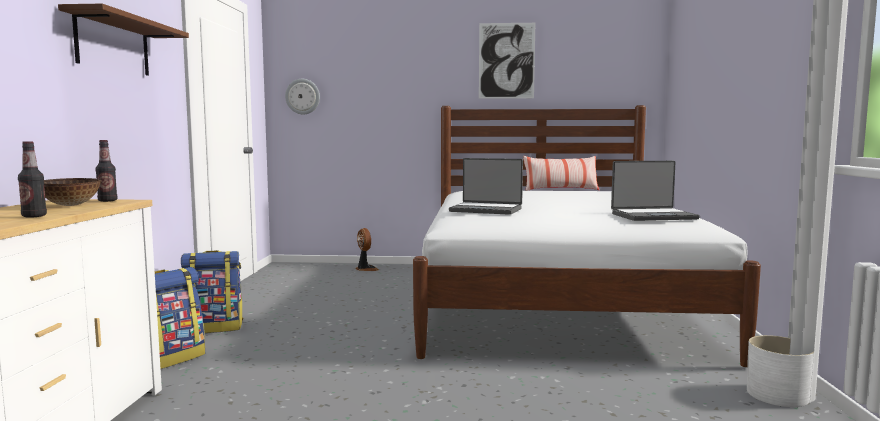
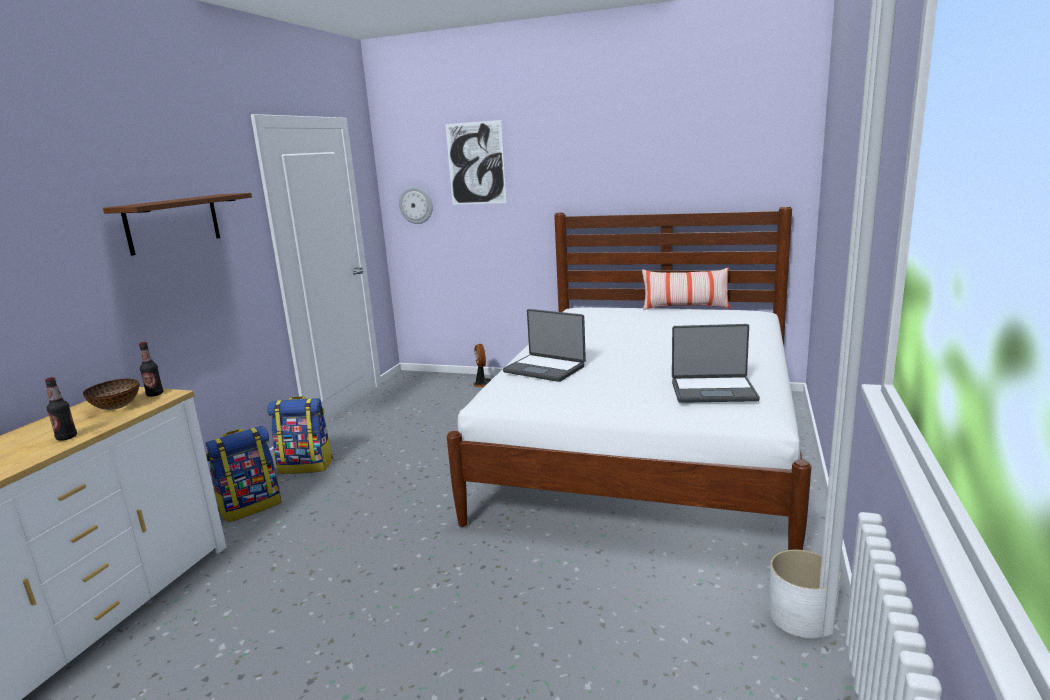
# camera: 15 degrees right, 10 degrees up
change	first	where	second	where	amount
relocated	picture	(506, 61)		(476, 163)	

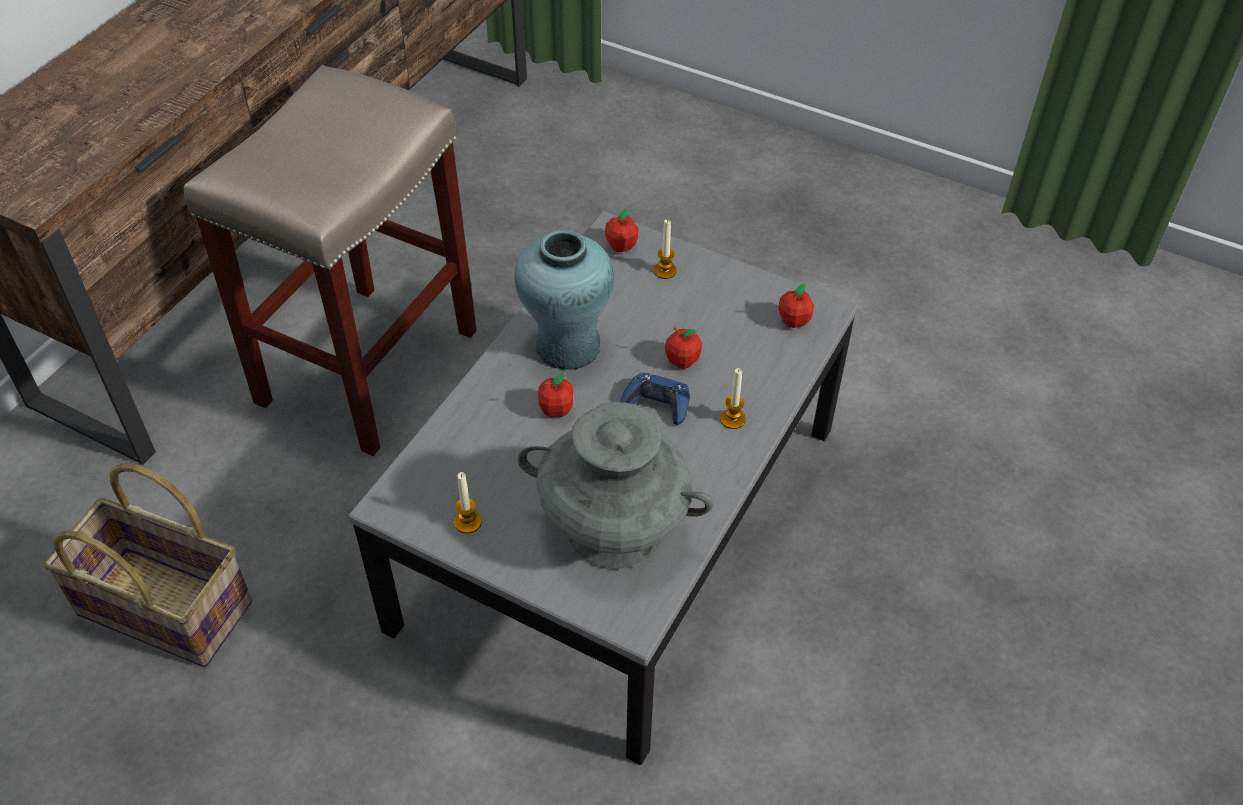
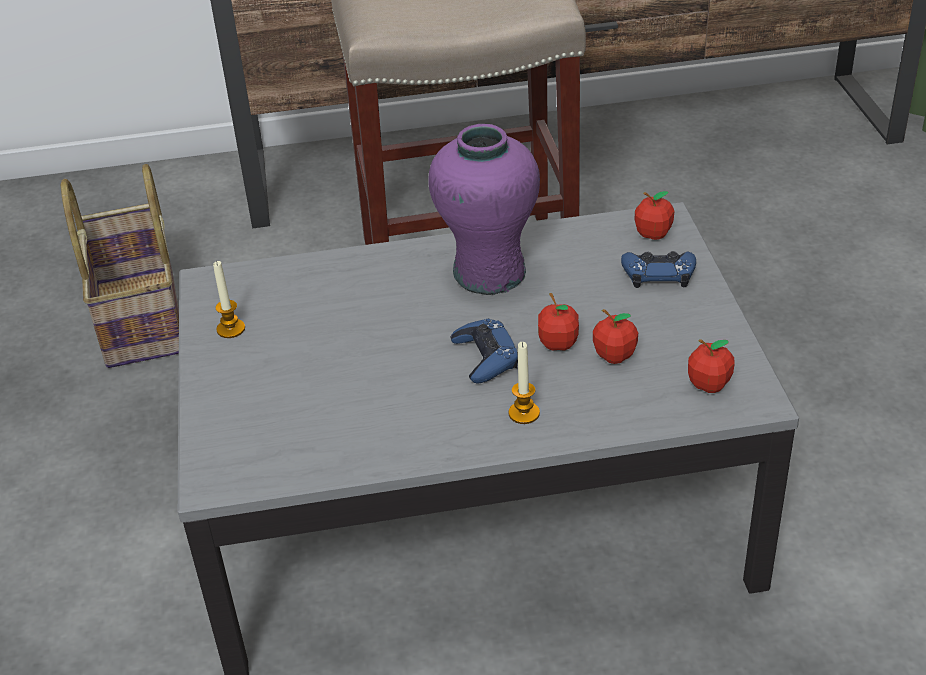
# camera: 55 degrees right, 10 degrees down
change	first	where	second	where	amount
colour	flower vase/blue-green	(568, 346)	flower vase/purple	(489, 272)	
missing	flower vase/grey	(614, 528)			
relocated	apple	(556, 409)		(614, 356)	
exchanged	candle	(665, 271)	gamepad/blue-coloured	(658, 274)	

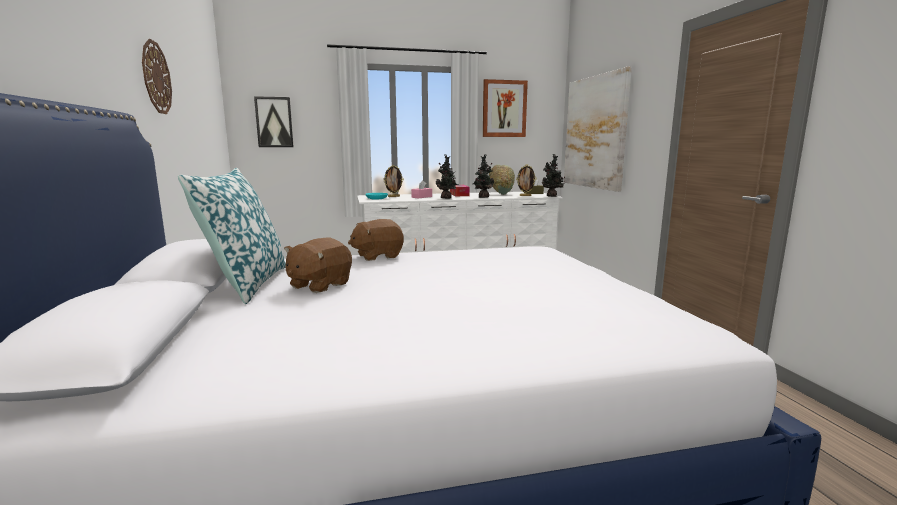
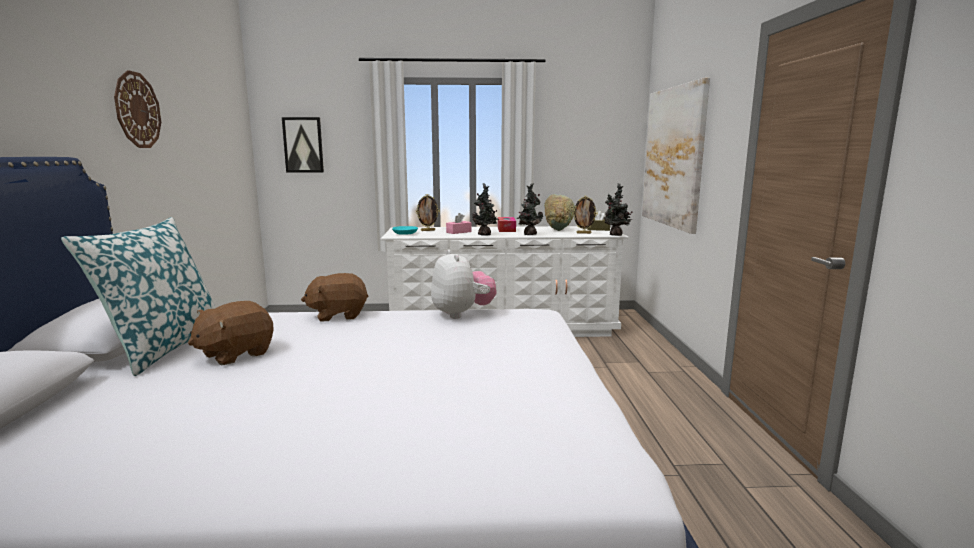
# camera: 10 degrees right, 0 degrees up
change	first	where	second	where	amount
missing	picture	(504, 109)			
appeared			plush toy	(462, 314)	

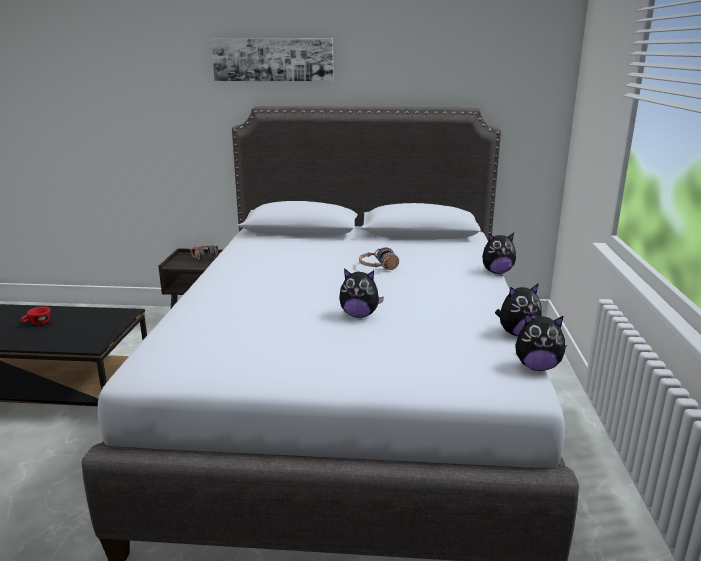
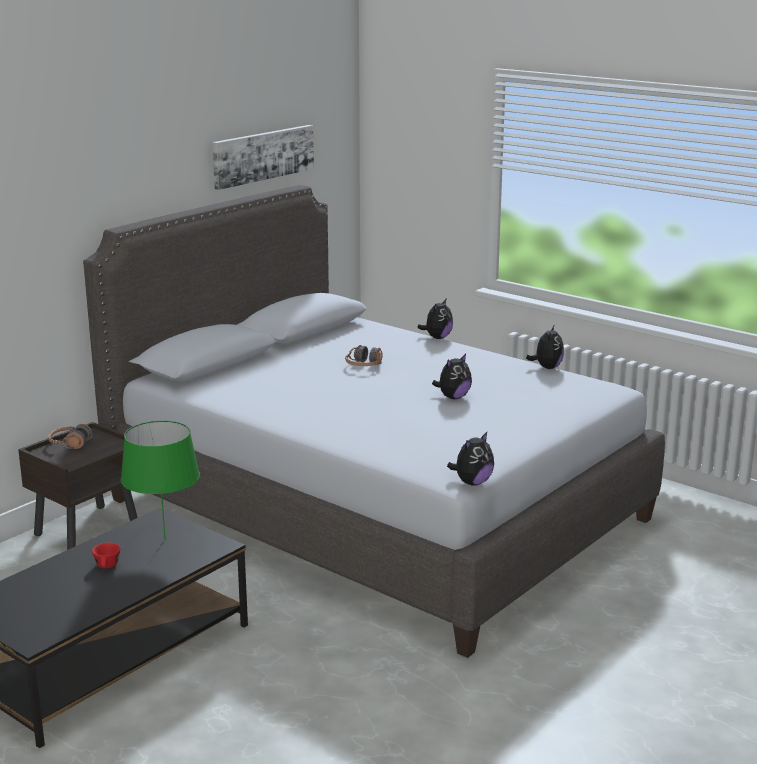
# camera: 55 degrees left, 0 degrees up
change	first	where	second	where	amount
relocated	picture	(273, 59)		(263, 155)	
relocated	plush toy	(537, 367)		(472, 482)	
appeared			tabletop lamp/green	(165, 539)	

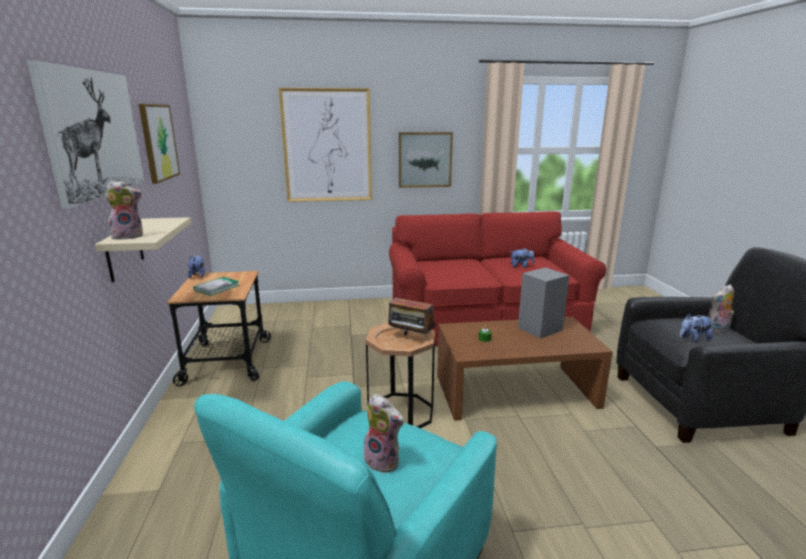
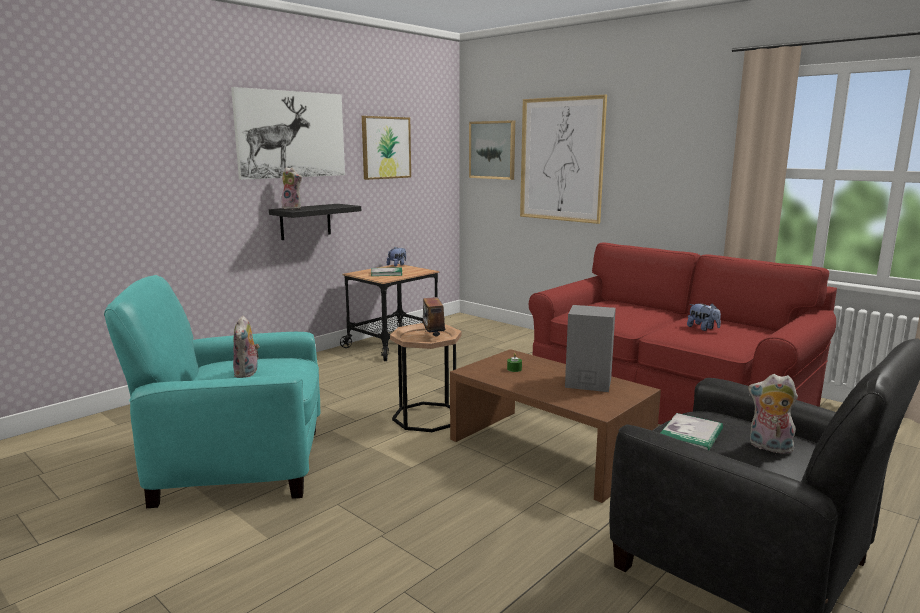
# camera: 50 degrees right, 5 degrees down
change	first	where	second	where	amount
colour	bracket shelf/beige-coloured	(124, 250)	bracket shelf/blackish	(305, 221)	
relocated	picture	(425, 159)		(492, 150)	
exchanged	plush toy	(693, 339)	book	(691, 436)	

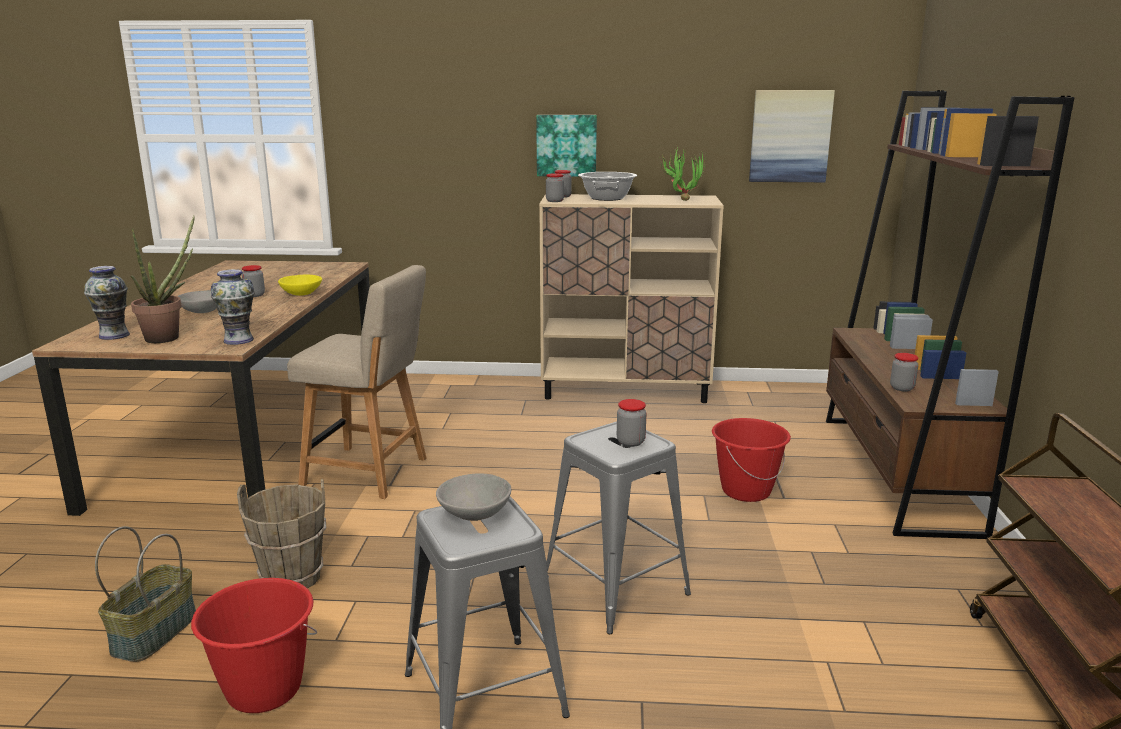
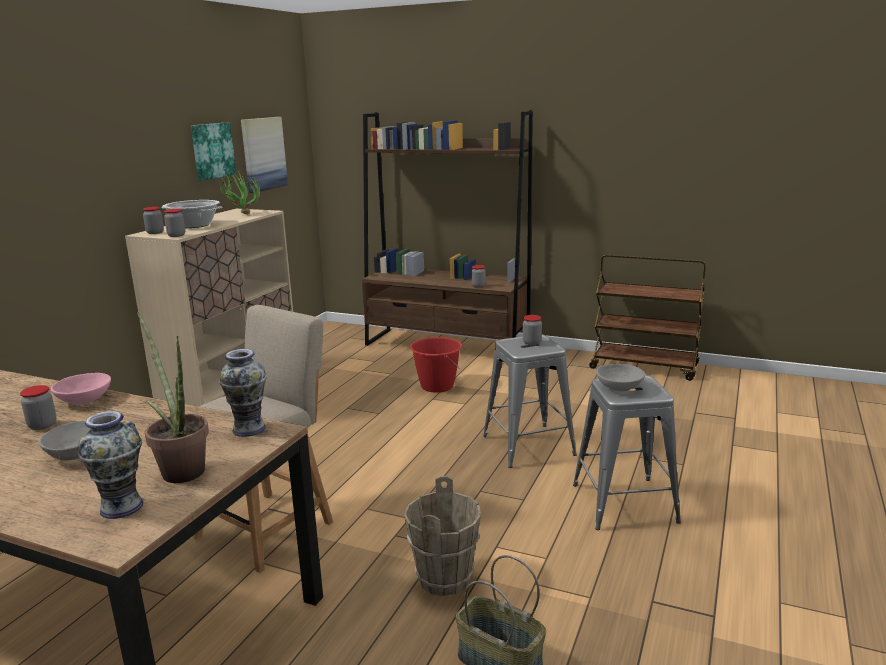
# camera: 70 degrees left, 0 degrees up
change	first	where	second	where	amount
missing	water bucket/red	(264, 690)			
colour	deep dish/yellow	(301, 294)	deep dish/pink	(84, 400)	
relocated	picture	(566, 145)		(212, 150)	

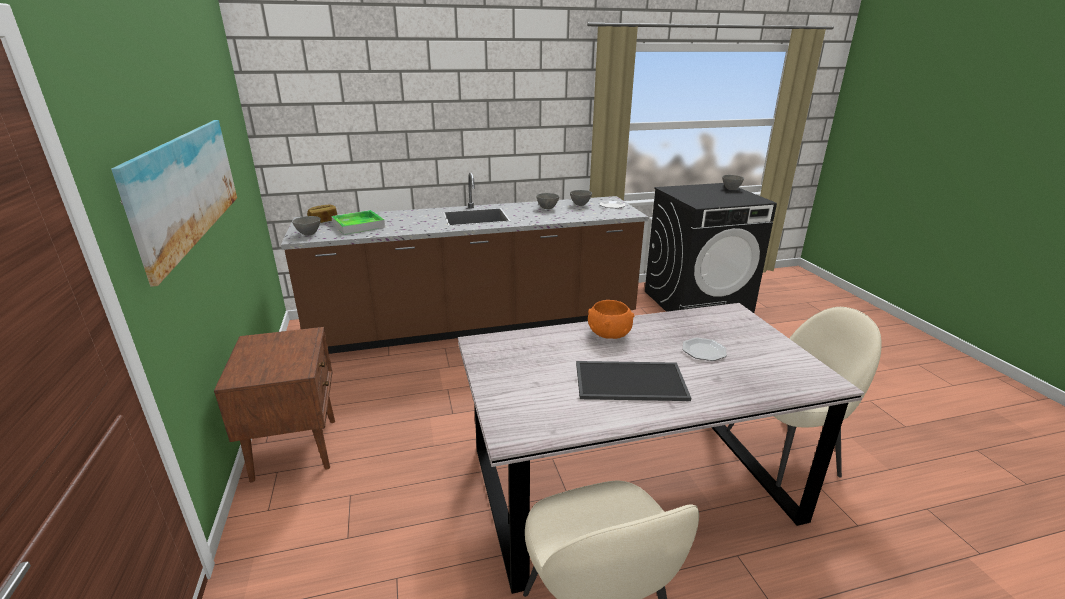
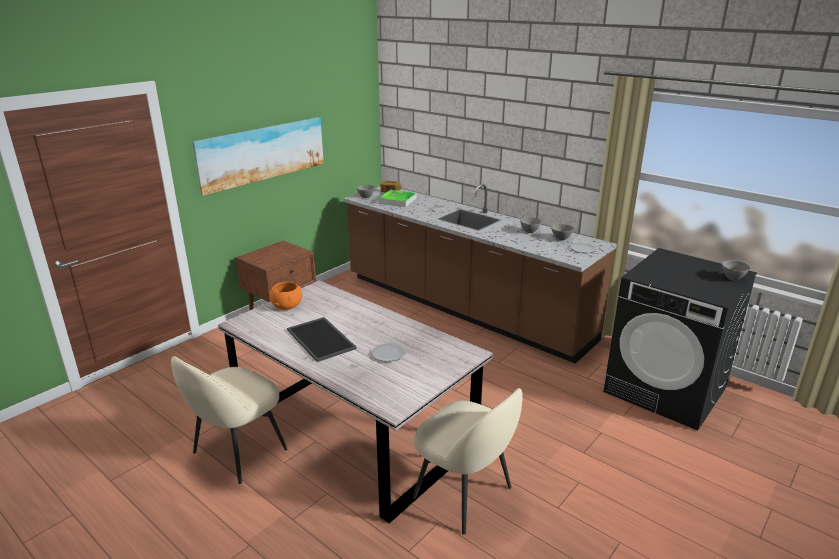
# camera: 55 degrees right, 0 degrees up
change	first	where	second	where	amount
relocated	deep dish/orange-coloured	(609, 333)		(287, 306)	

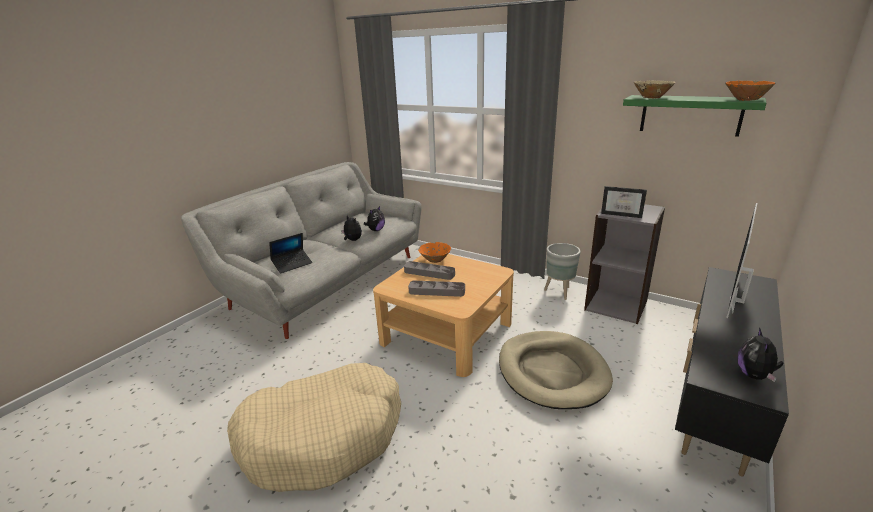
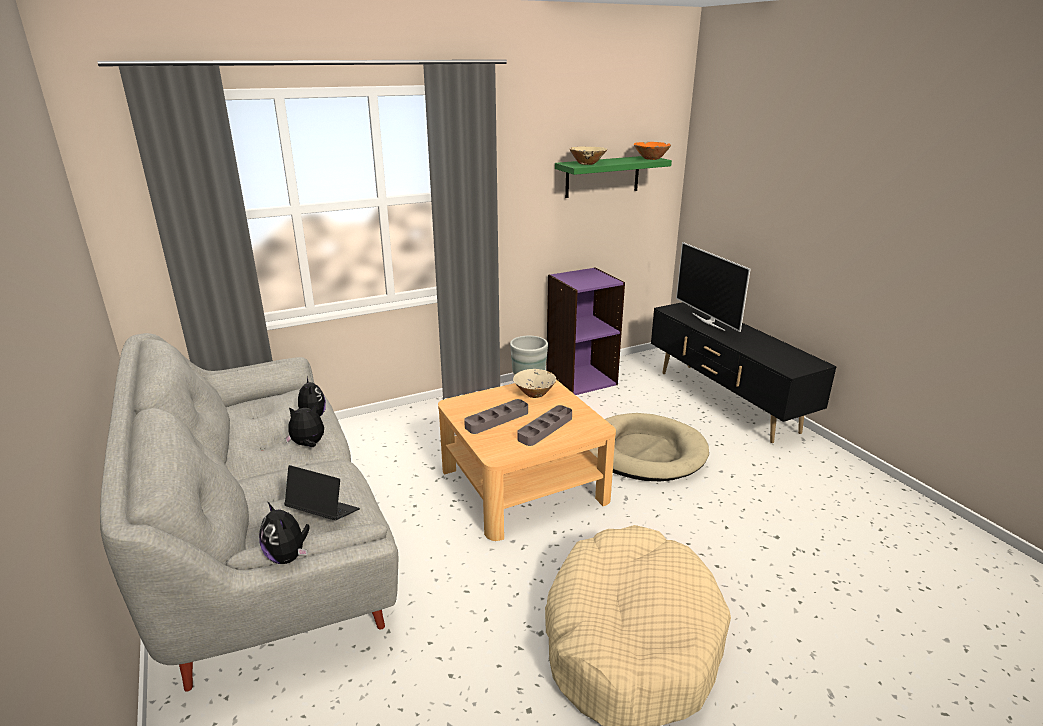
# camera: 60 degrees left, 0 degrees up
change	first	where	second	where	amount
spun	portable computer	(292, 264)		(323, 513)	60 degrees counterclockwise
missing	deep dish/orange-coloured	(435, 260)			
colour	bookshelf/grey	(616, 305)	bookshelf/purple	(581, 379)	
missing	photo frame	(622, 214)			
relocated	plush toy	(754, 375)		(288, 556)	
appeared			deep dish/beige-coloured	(534, 393)	

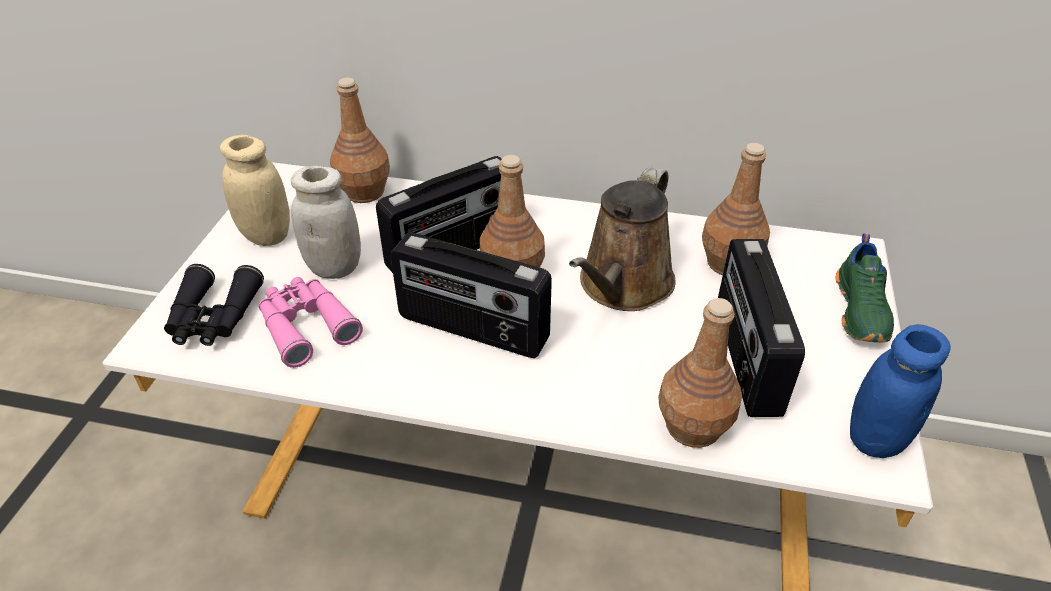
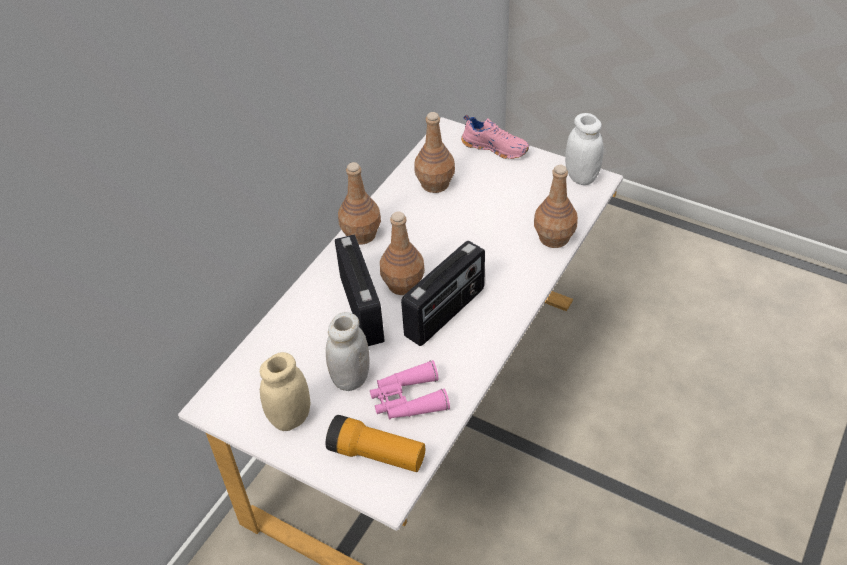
# camera: 70 degrees left, 5 degrees up
change	first	where	second	where	amount
exchanged	pair of binoculars/blackish	(213, 317)	torch	(377, 454)	
relocated	drink bottle/brown-coloured	(364, 192)		(362, 234)	
missing	watering pot/brown-coloured	(622, 286)			
missing	radio receiver	(745, 358)			
colour	low shoe/green	(862, 310)	low shoe/pink	(495, 147)	
colour	storage jar/blue-coloured	(876, 438)	storage jar/whitish	(581, 177)	

